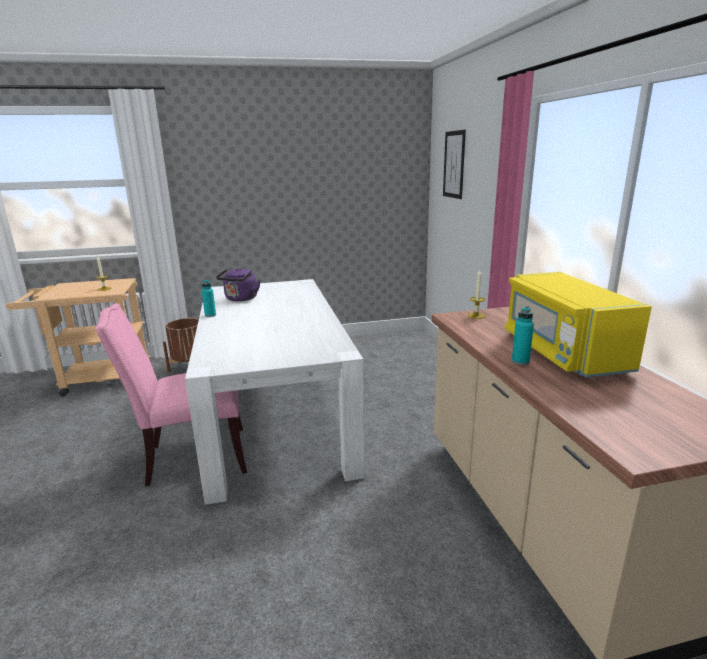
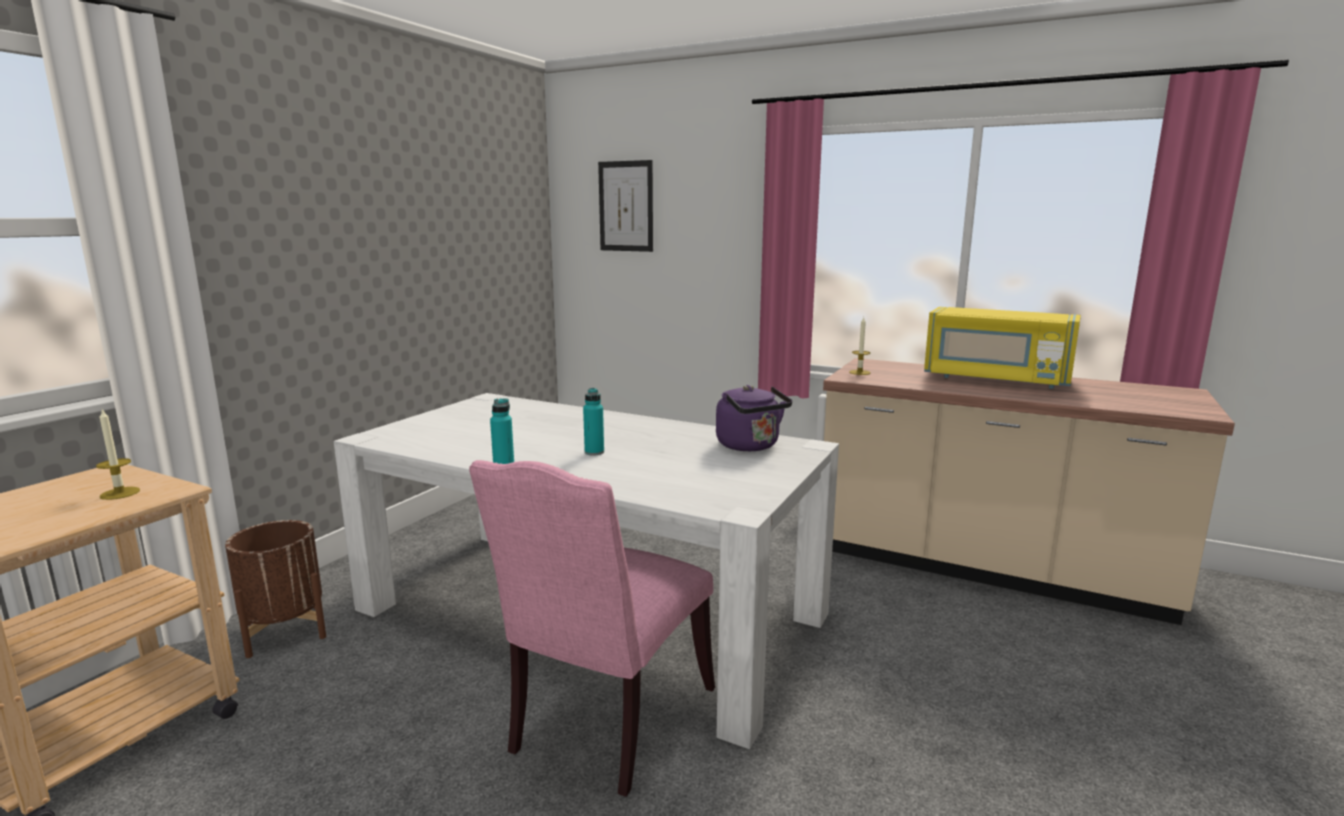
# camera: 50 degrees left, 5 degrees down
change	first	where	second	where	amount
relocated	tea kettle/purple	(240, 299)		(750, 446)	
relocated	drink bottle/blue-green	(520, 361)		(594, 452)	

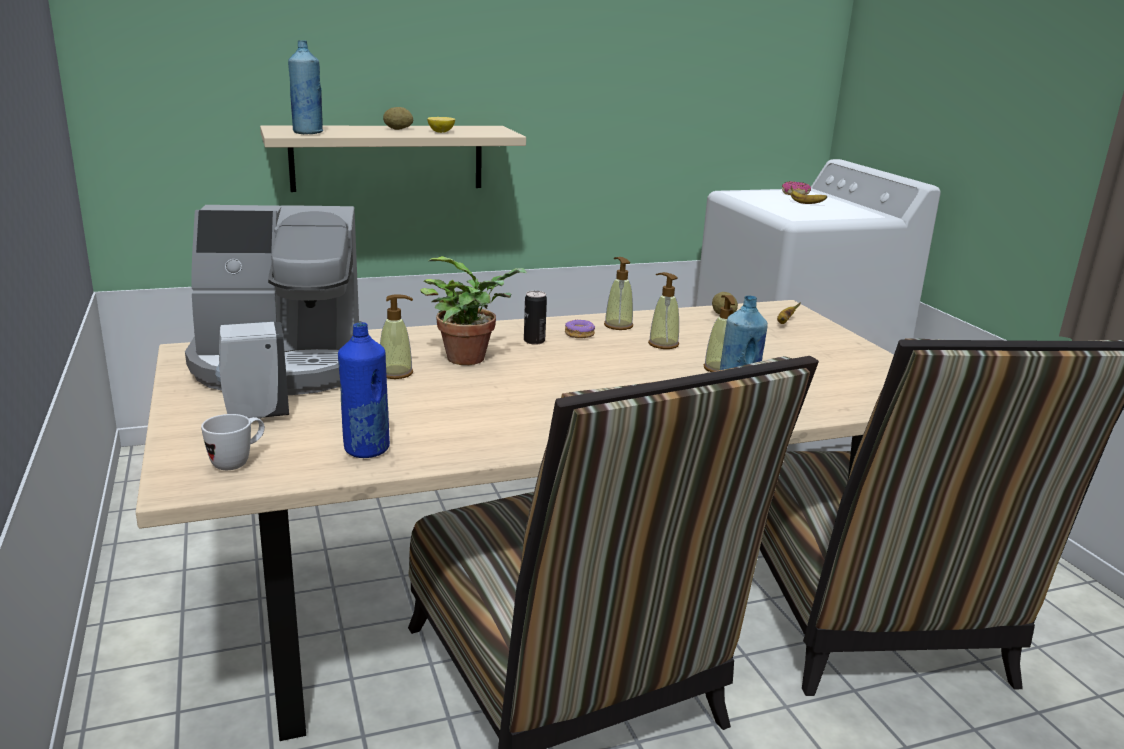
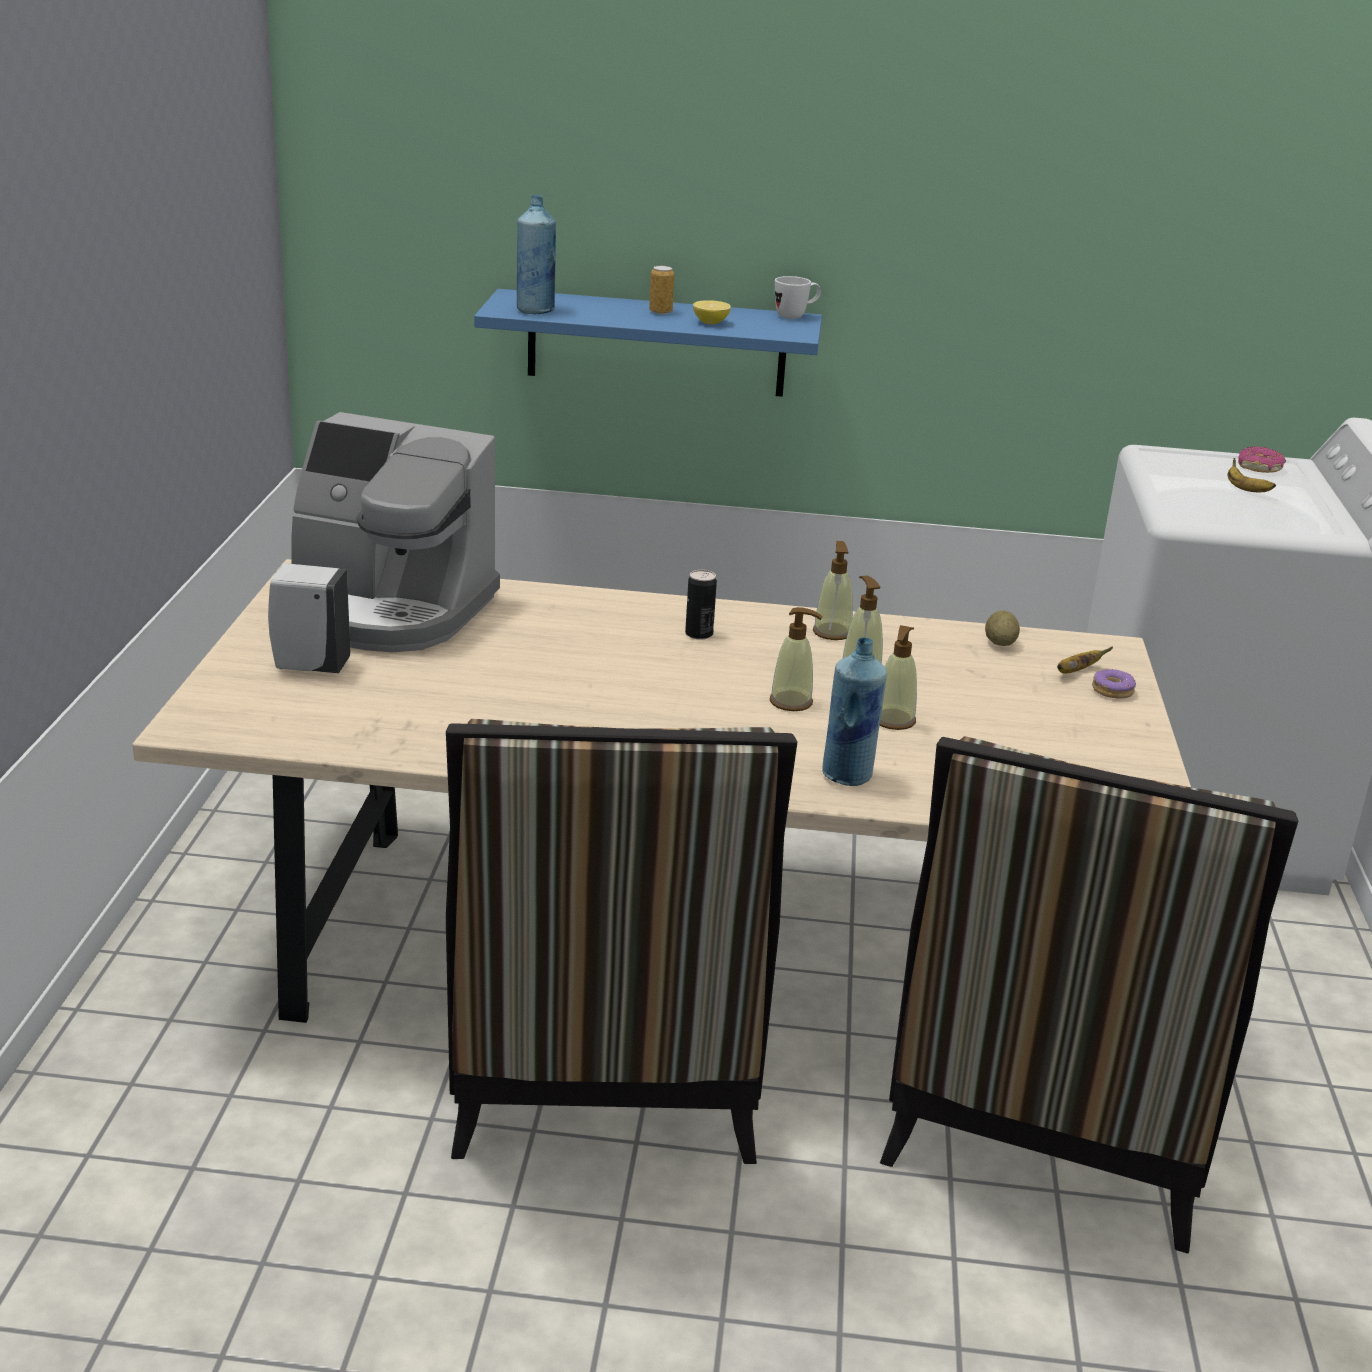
# camera: 25 degrees right, 5 degrees up
change	first	where	second	where	amount
relocated	coffee mug/whitish	(238, 462)		(796, 316)	
colour	bracket shelf/beige-coloured	(387, 158)	bracket shelf/blue-coloured	(656, 343)	
missing	drink bottle/blue-coloured	(366, 450)			
relocated	liquid soap bottle	(396, 373)		(791, 702)	
exchanged	whole potato	(398, 129)	can	(660, 312)	
missing	houseplant	(471, 358)			
relocated	donut	(579, 334)		(1112, 691)	

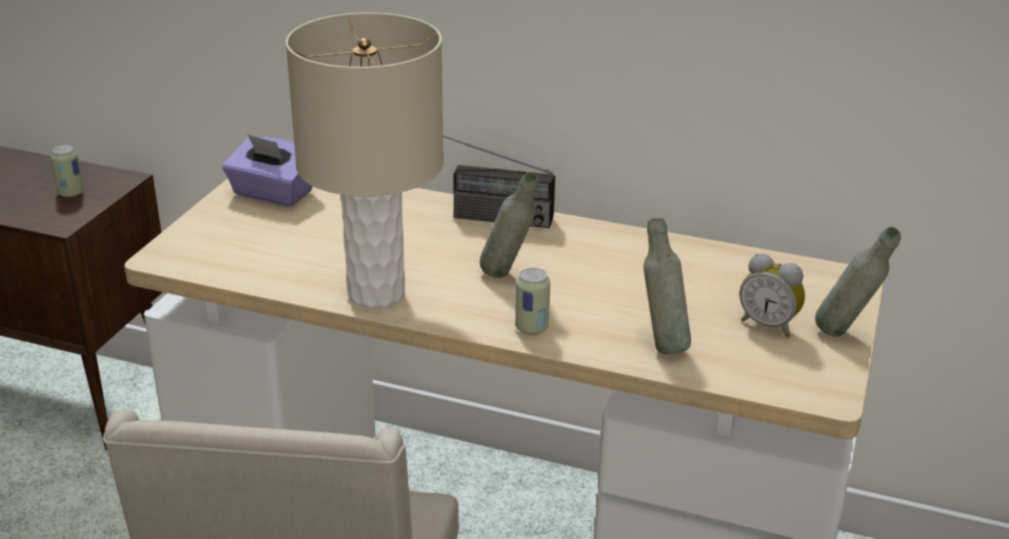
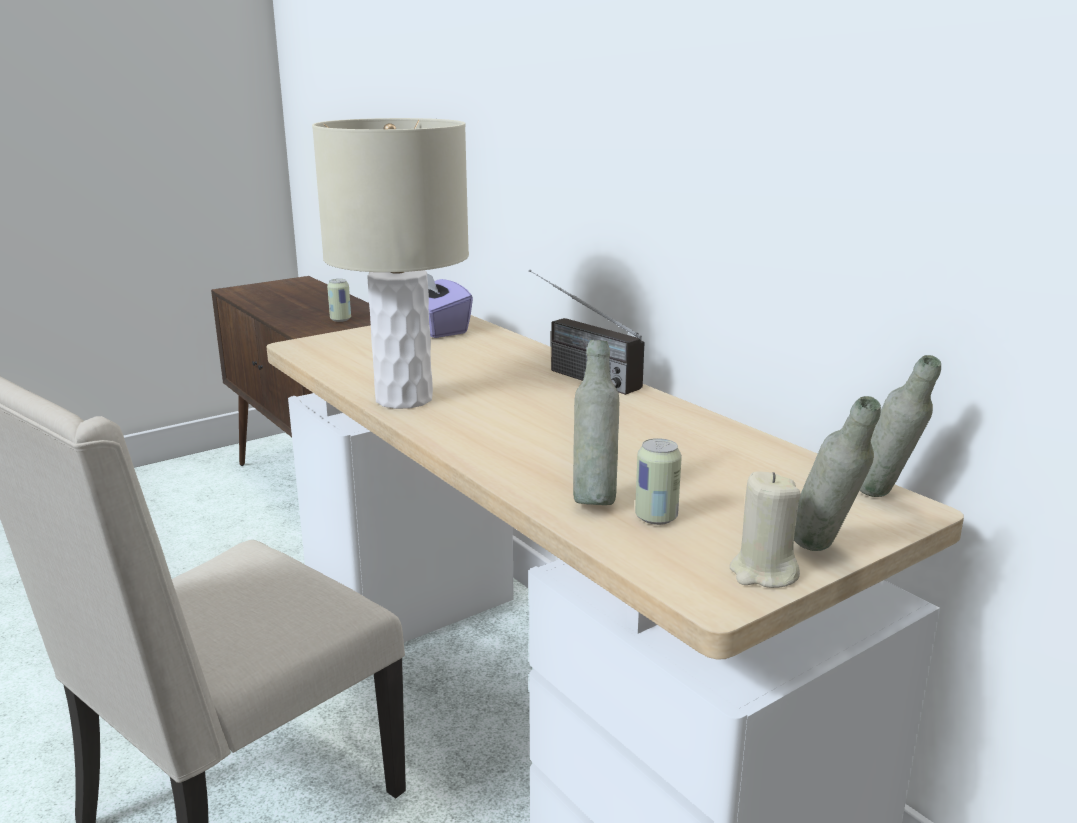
# camera: 35 degrees right, 10 degrees down
change	first	where	second	where	amount
relocated	drink bottle/grey	(508, 277)		(884, 499)	
relocated	can	(531, 328)		(656, 517)	
missing	alarm clock	(769, 325)			
appeared			candle/beige-coloured	(763, 573)	

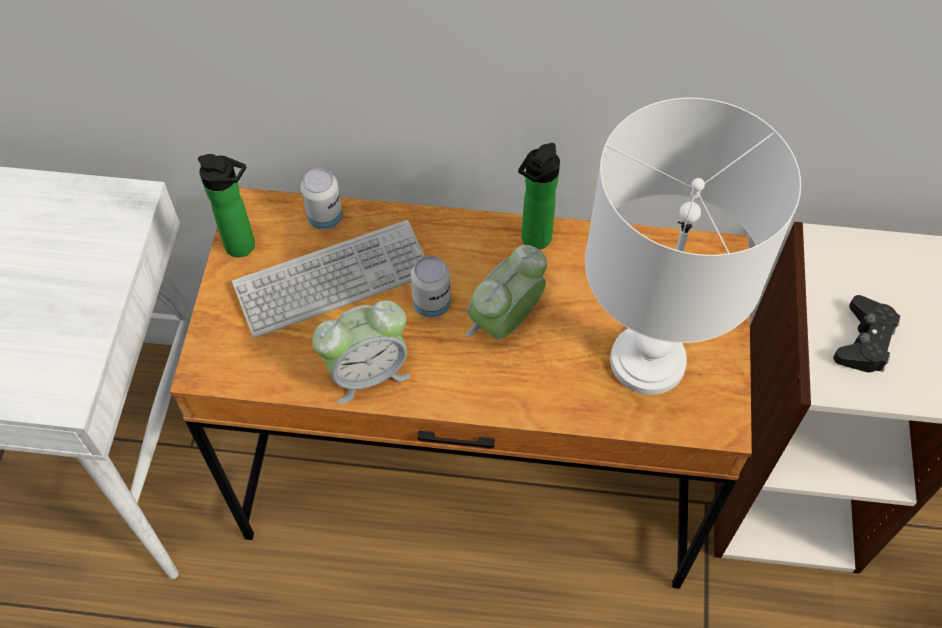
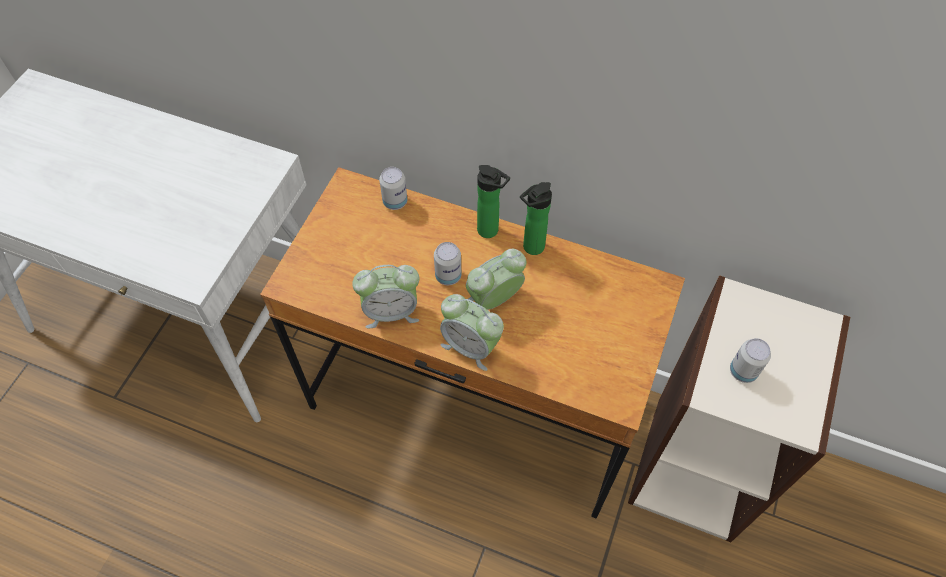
# camera: 15 degrees right, 0 degrees up
change	first	where	second	where	amount
relocated	drink bottle	(244, 247)		(490, 231)	
missing	computer keyboard	(333, 280)			
missing	tabletop lamp/whitish	(645, 361)			
exchanged	gamepad/blackish	(864, 341)	can	(743, 371)	
appeared			alarm clock	(471, 346)	

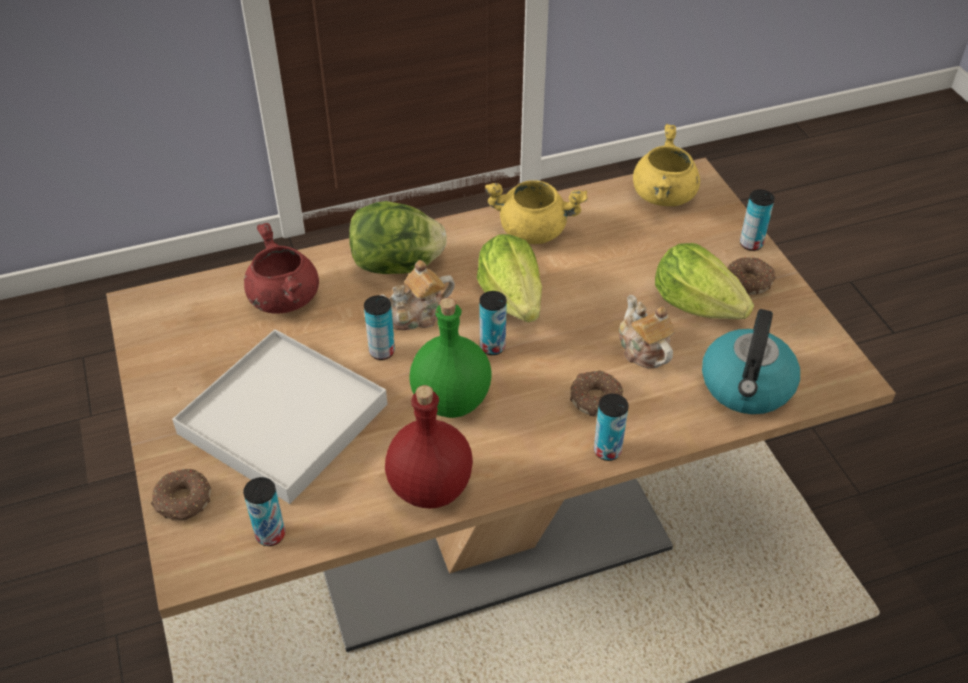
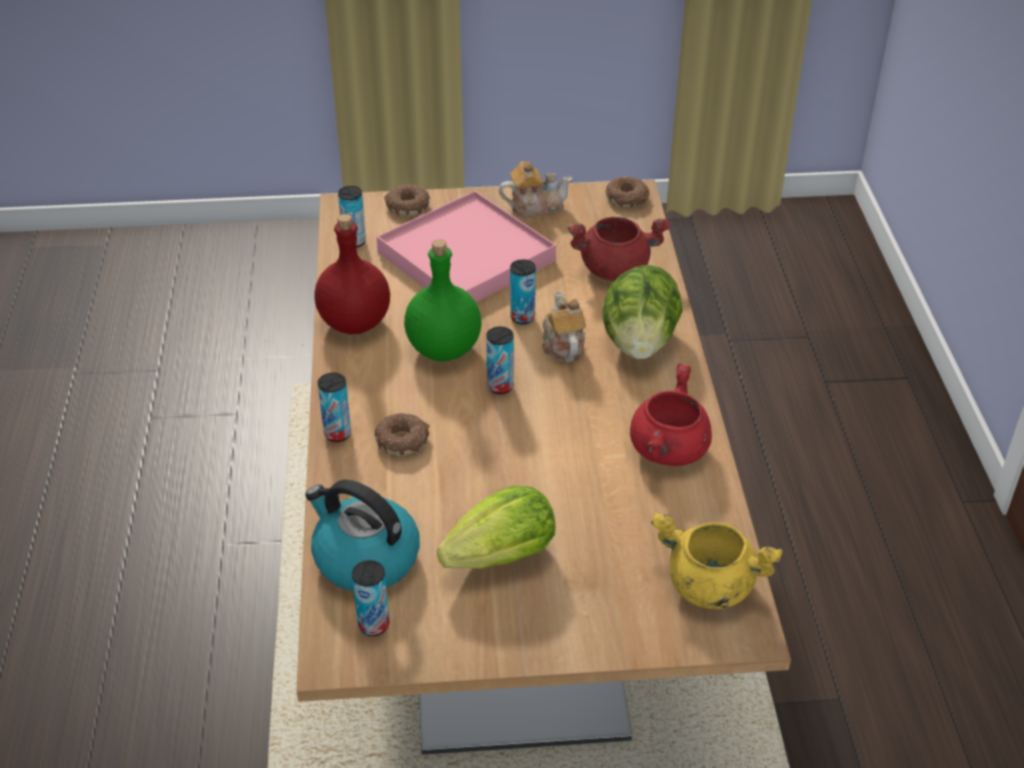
# camera: 105 degrees right, 5 degrees down
change	first	where	second	where	amount
colour	tray/whitish	(283, 419)	tray/pink	(465, 256)	
missing	head of lettuce	(512, 299)			
colour	cooking pot/yellow	(534, 231)	cooking pot/red	(669, 451)	
relocated	teapot	(643, 349)		(535, 207)	
relocated	donut	(748, 281)		(627, 198)	
relocated	can	(751, 244)		(373, 625)	

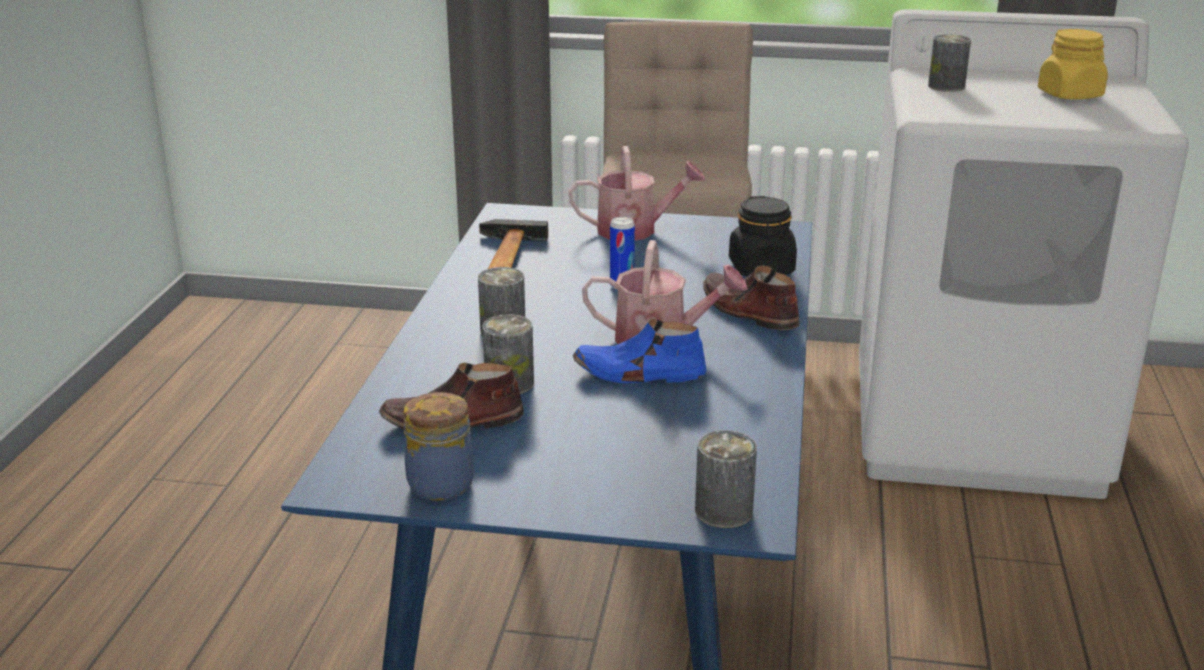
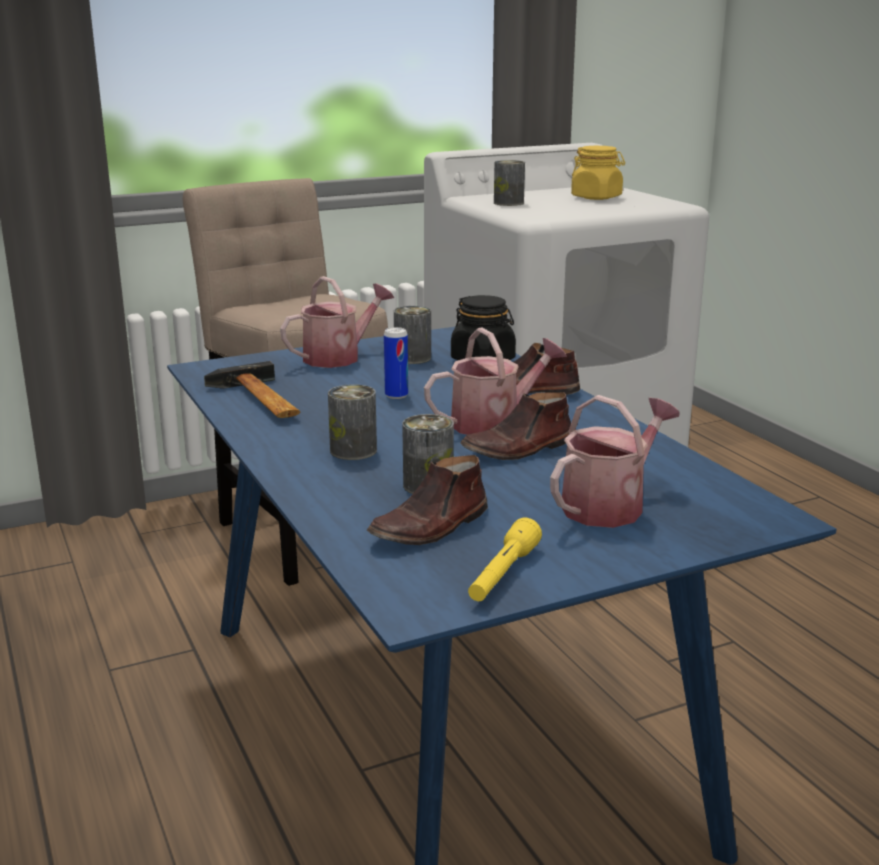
# camera: 35 degrees left, 5 degrees down
change	first	where	second	where	amount
exchanged	storage jar	(439, 483)	torch/yellow	(503, 575)	
colour	low shoe/blue-coloured	(639, 373)	low shoe/brown-coloured	(519, 449)	
relocated	can	(723, 511)		(412, 358)	
appeared			watering pot	(609, 505)	

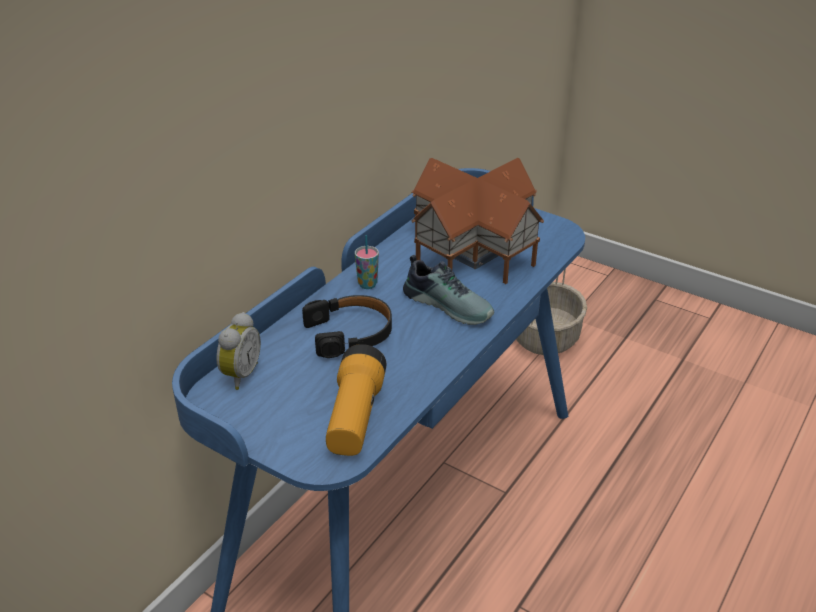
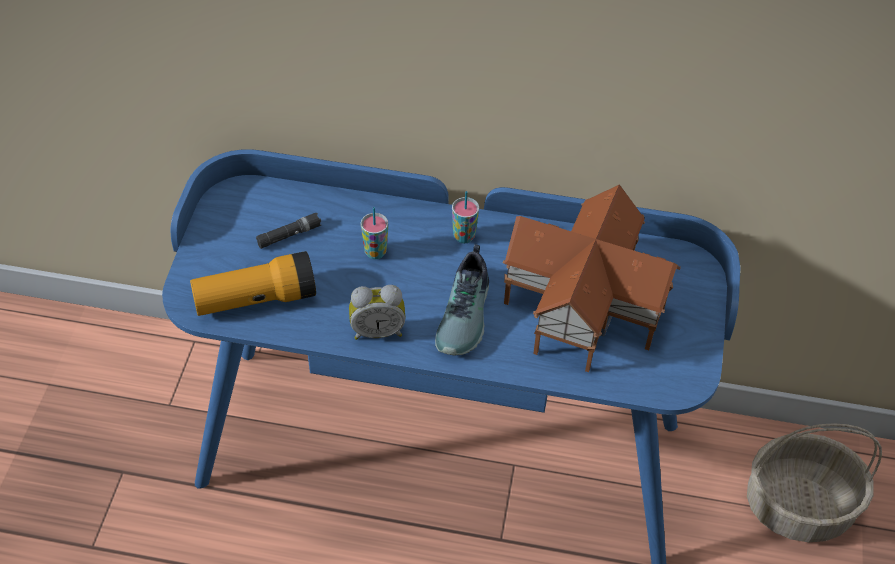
# camera: 65 degrees right, 15 degrees up
change	first	where	second	where	amount
relocated	alarm clock	(239, 375)		(377, 330)	
exchanged	pair of headphones/blackish	(350, 333)	cup	(375, 252)	
appeared			torch/blackish	(289, 235)	

